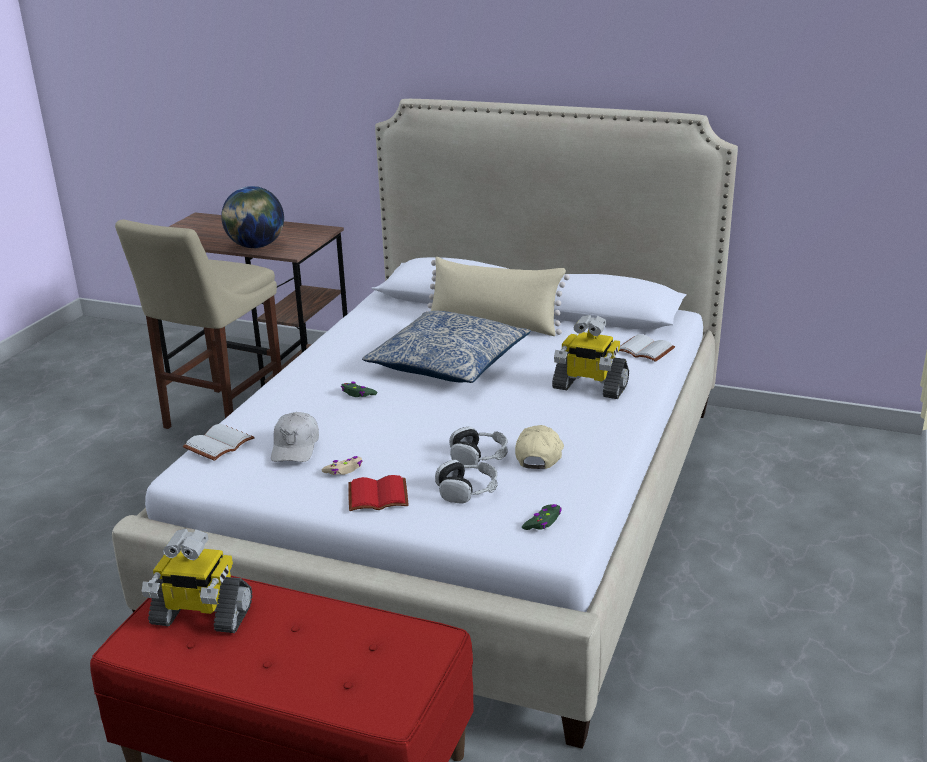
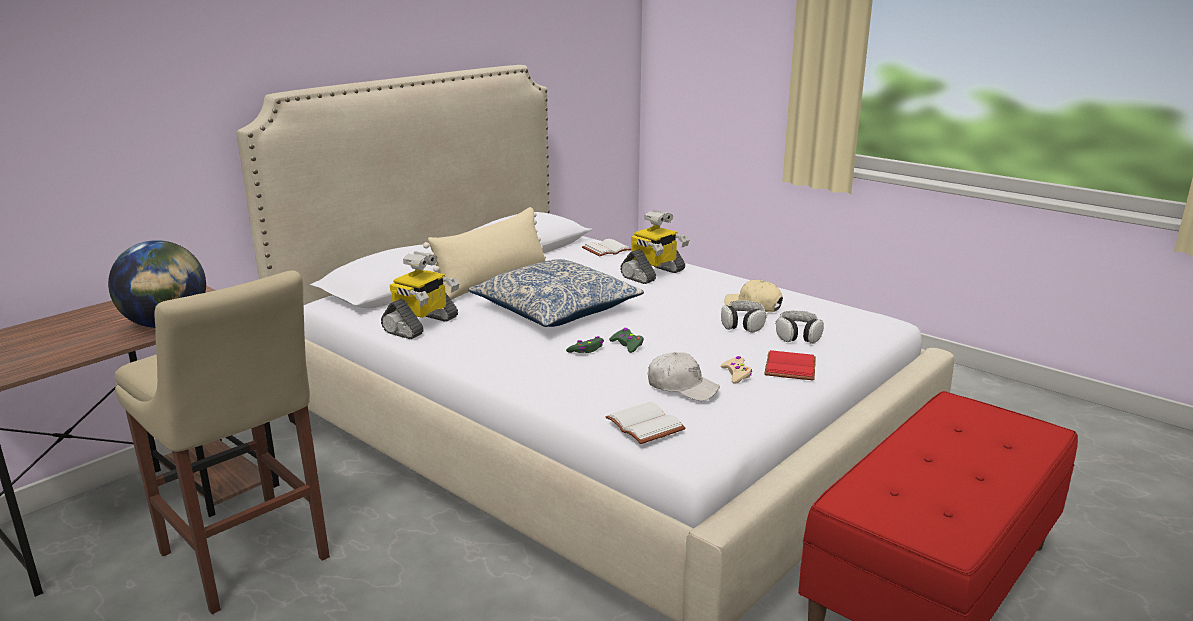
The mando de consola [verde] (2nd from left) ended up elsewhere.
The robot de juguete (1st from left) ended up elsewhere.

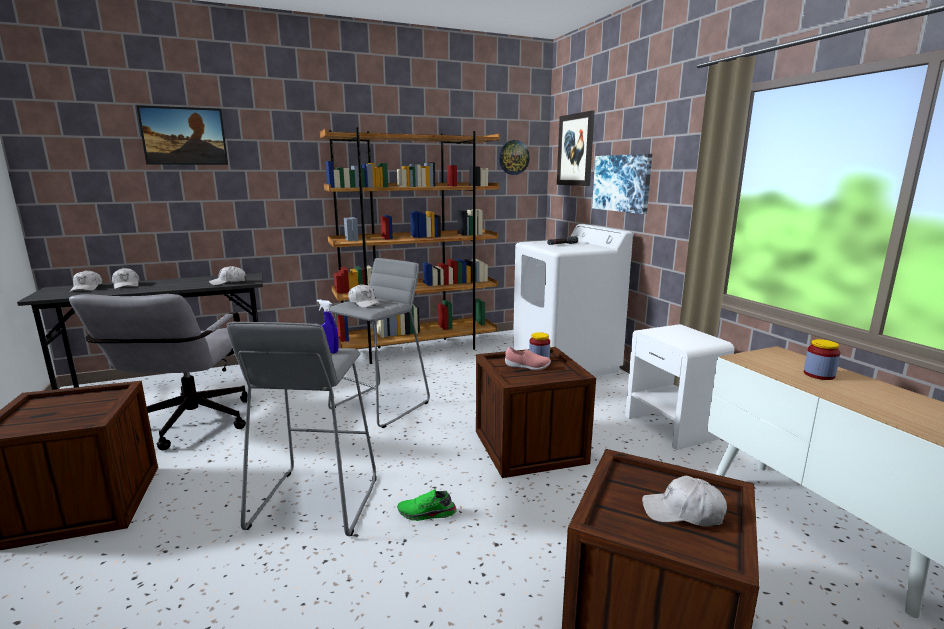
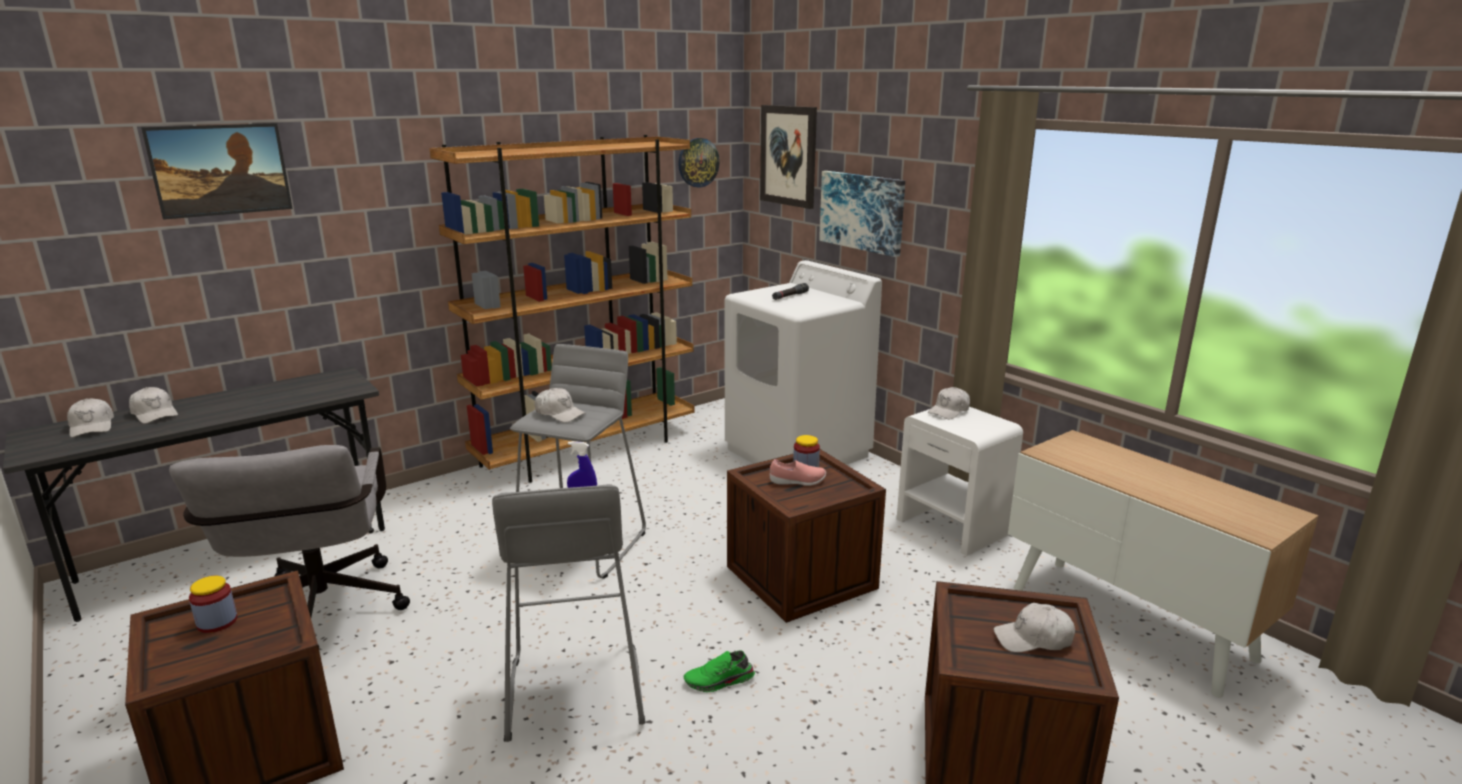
The gorra [blanco] (3rd from left in the first image) ended up elsewhere.
The tarro (2nd from left in the first image) ended up elsewhere.

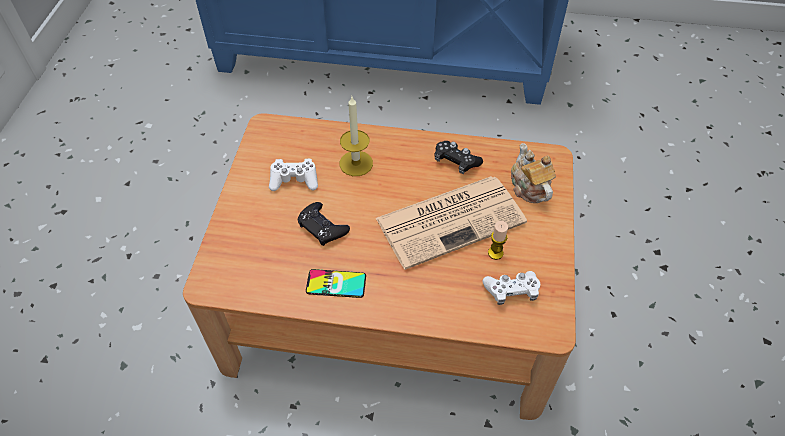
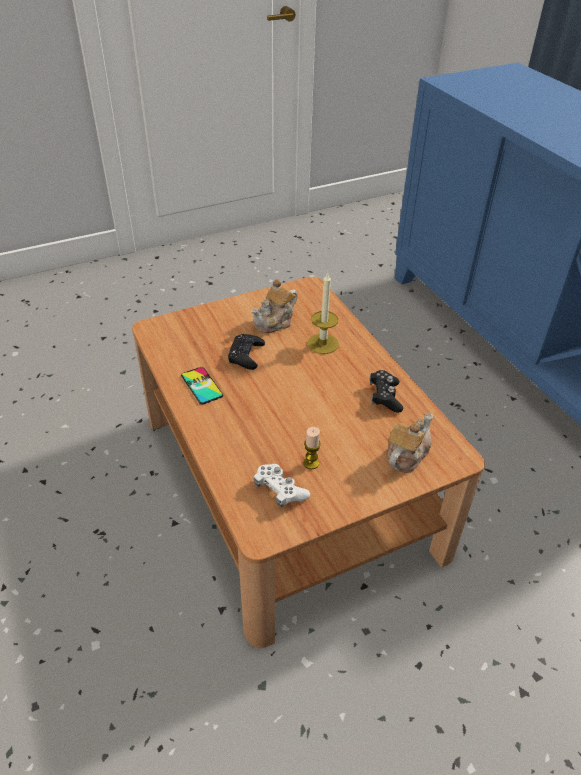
Where the mando de consola [blanco] (1st from left) stood, the tetera (1st from left) came to stand.
The second view lost the periódico.

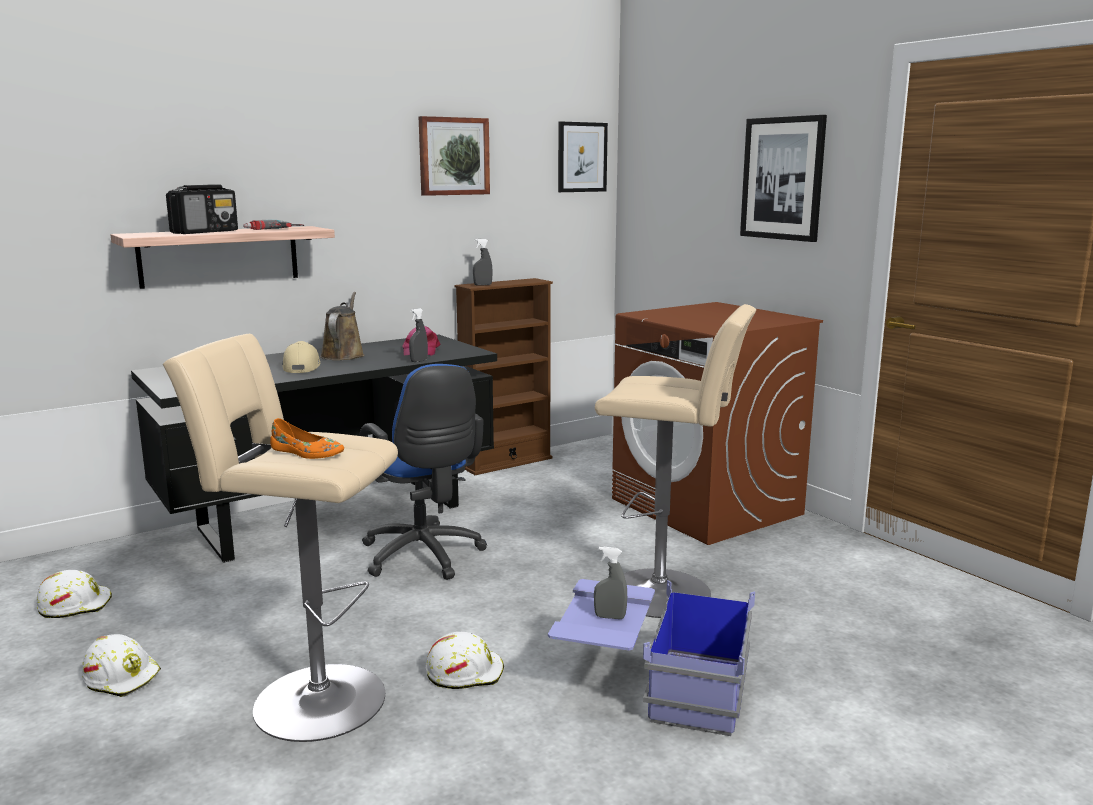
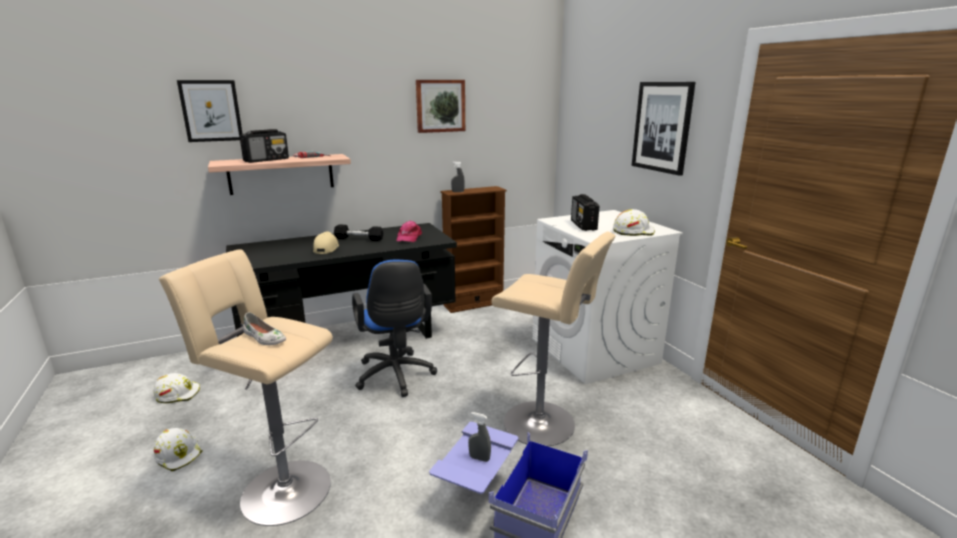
The cuadro (2nd from left in the first image) ended up elsewhere.
Where the regadera [marrón] stood, the mancuerna [negro] came to stand.
What was the lavadora [marrón] turned into the lavadora [blanco].
The second view lost the pulverizador [gris] (1st from left).
What was the zapato [naranja] turned into the zapato [blanco].
The casco [blanco] (3rd from left) ended up elsewhere.
The second view gained the radio (2nd from left).

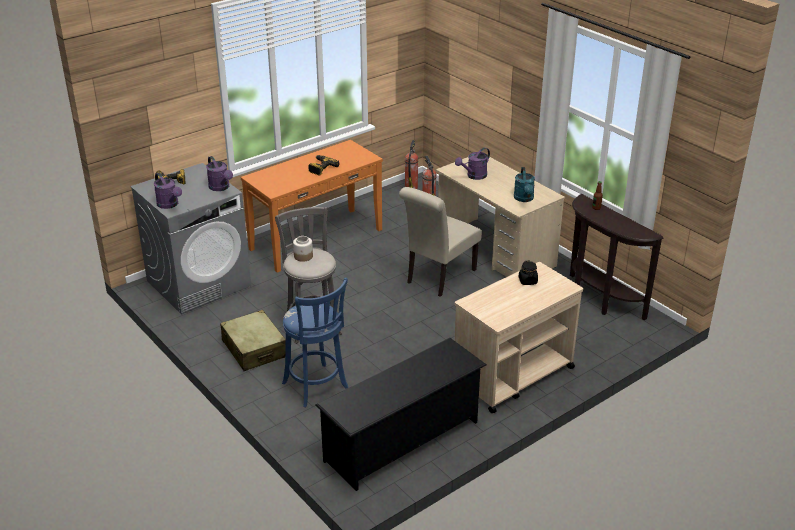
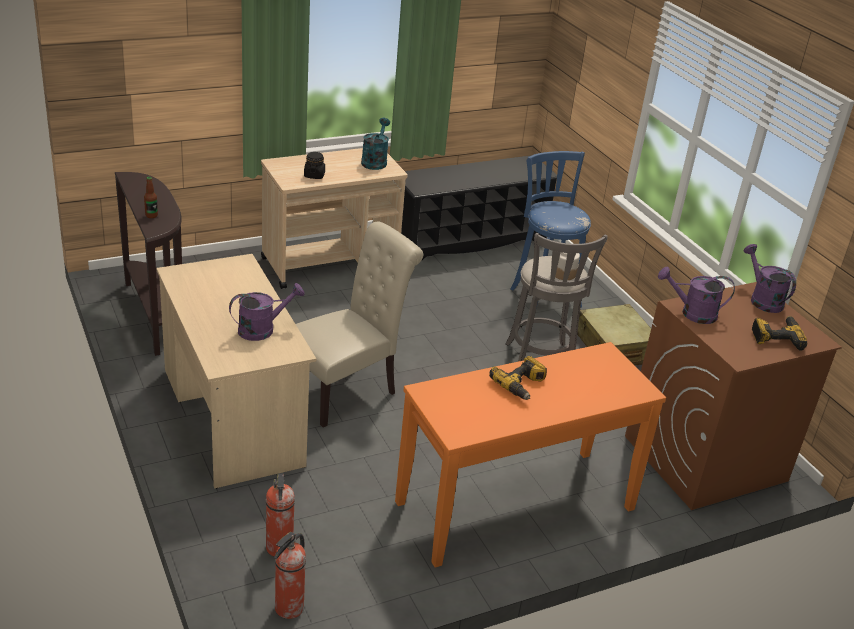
The regadera [morado] (2nd from left) ended up facing another way, 60 degrees counterclockwise from before.
What was the lavadora [gris] turned into the lavadora [marrón].
The regadera [turquesa] ended up elsewhere.

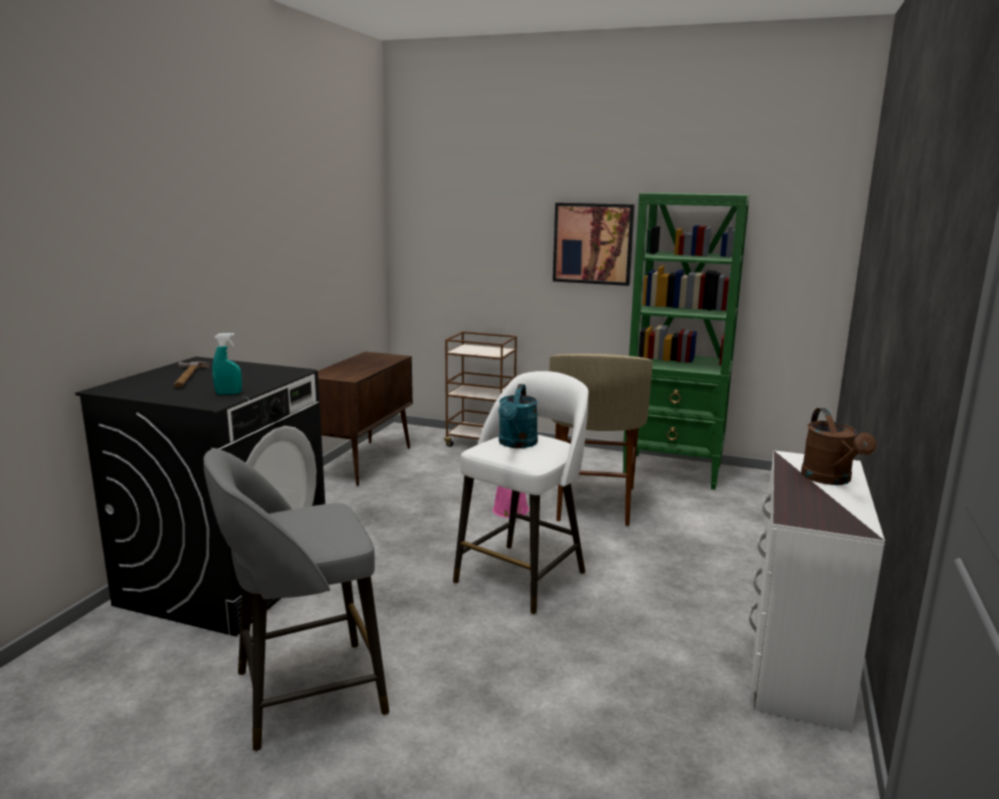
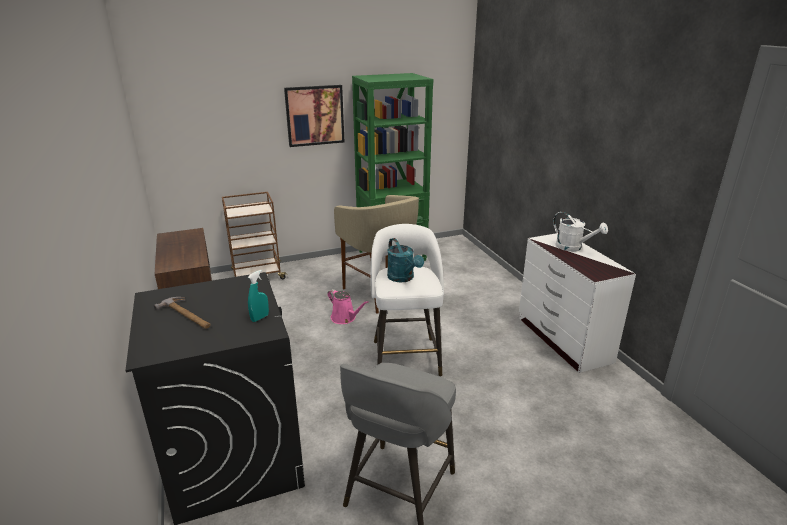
What was the regadera [marrón] turned into the regadera [blanco].

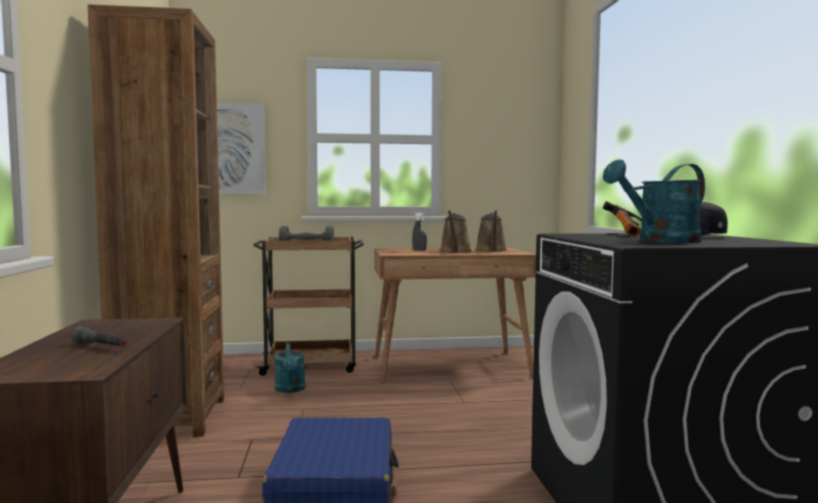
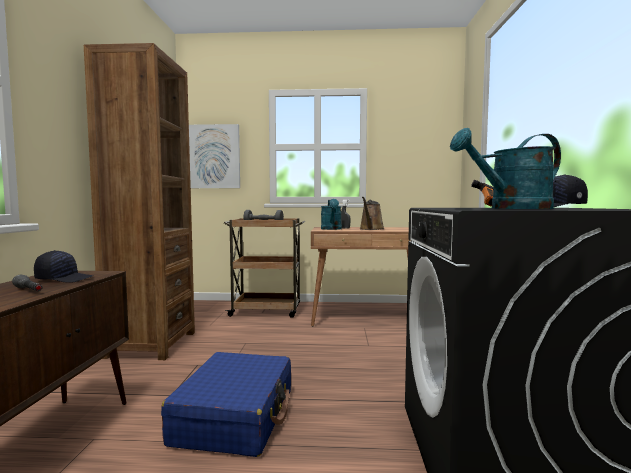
The second view lost the regadera [marrón] (2nd from left).
The regadera [turquesa] (1st from left) ended up elsewhere.
The second view gained the gorra [negro] (1st from left).

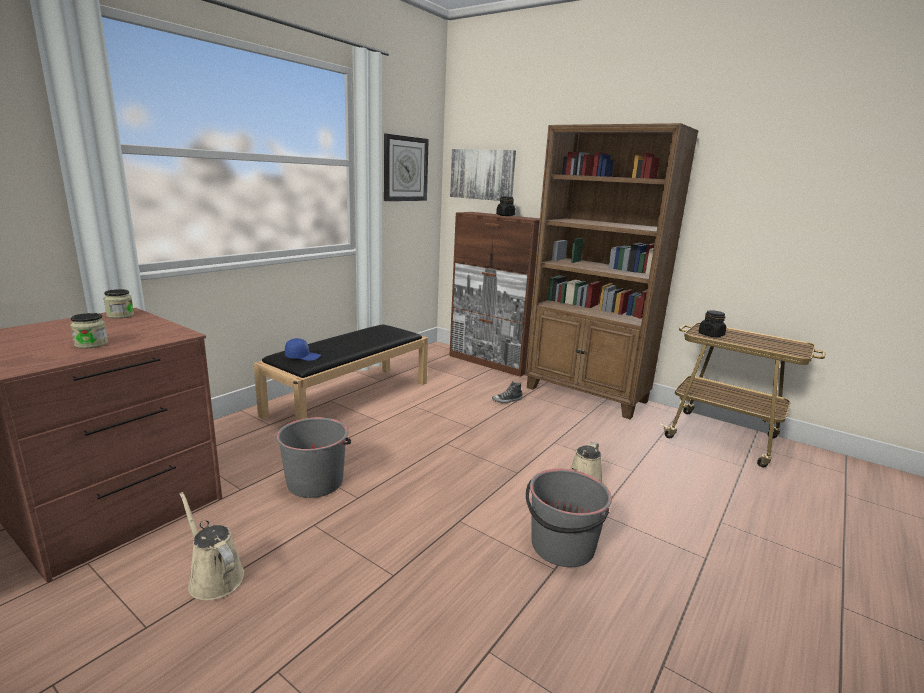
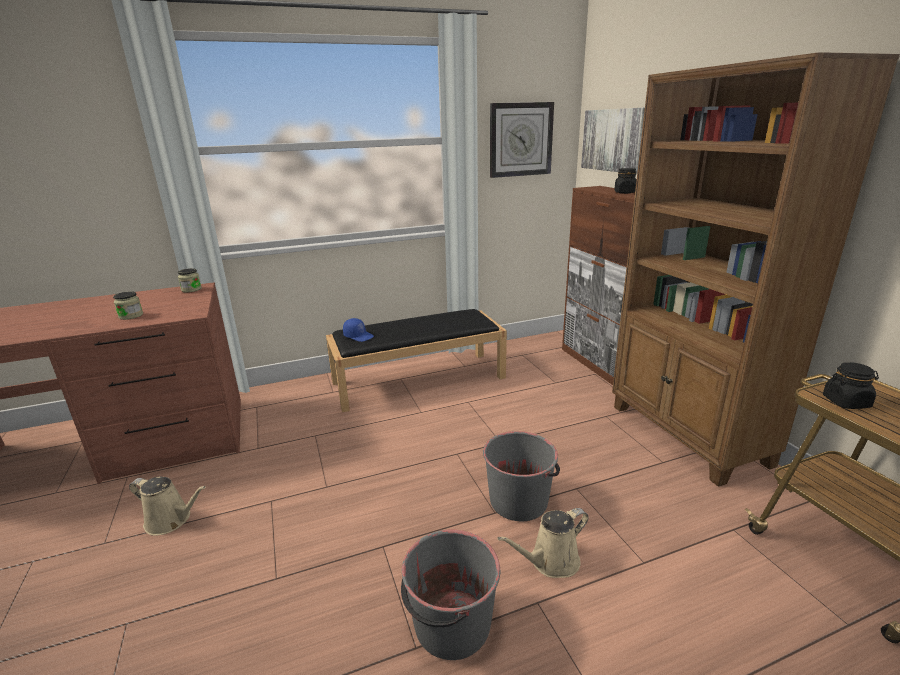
The second view lost the zapato.
The cubo [gris] (1st from left in the first image) ended up elsewhere.
The regadera [beis] (1st from left) ended up facing another way, 120 degrees clockwise from before.

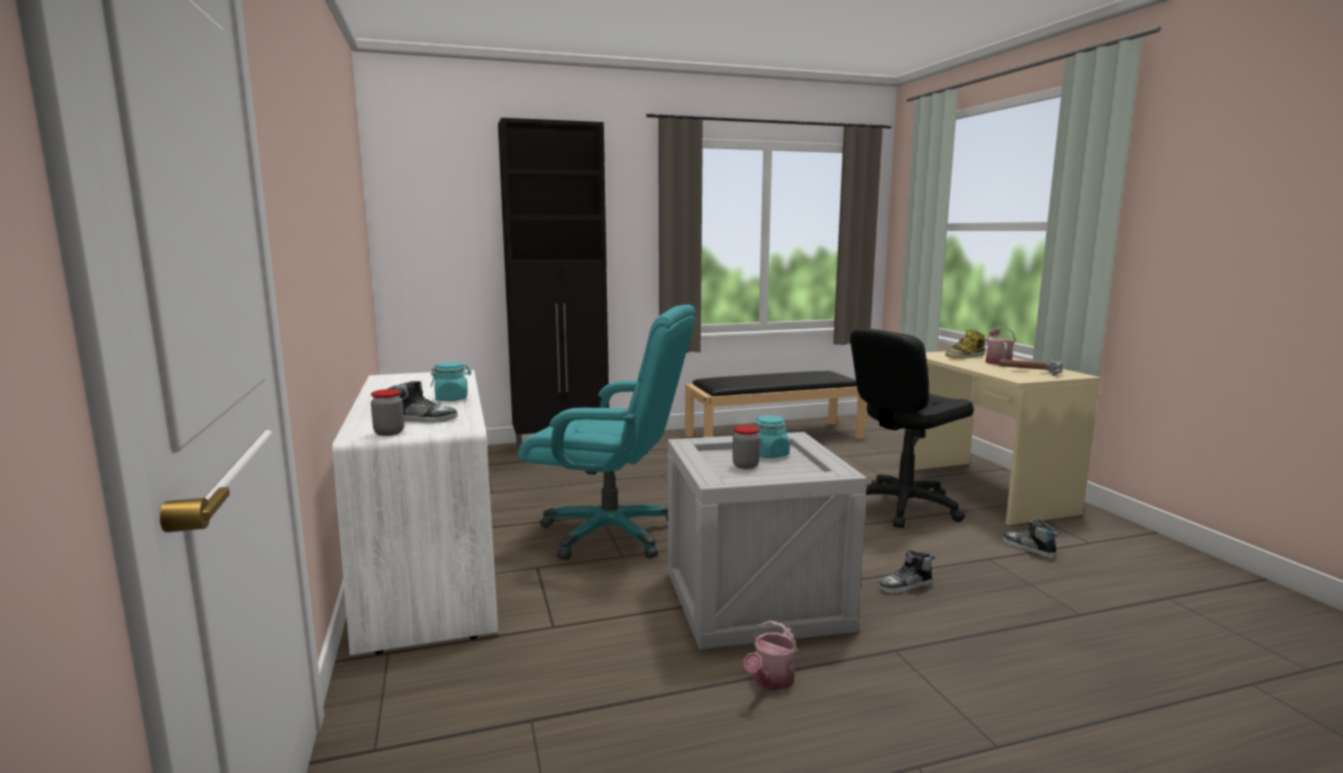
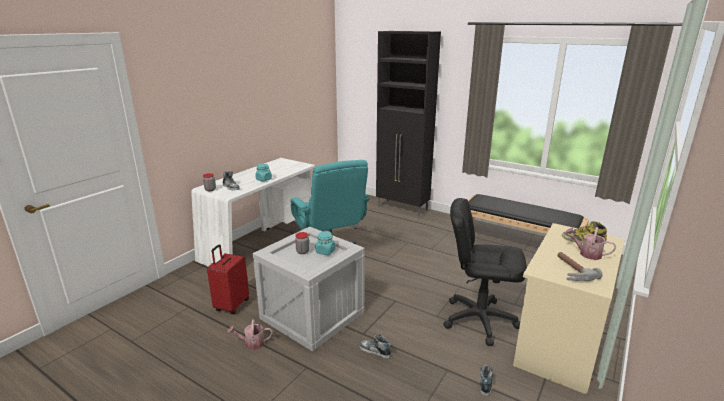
The regadera (2nd from left) ended up facing another way, 120 degrees counterclockwise from before.
The second view gained the maleta [rojo].

